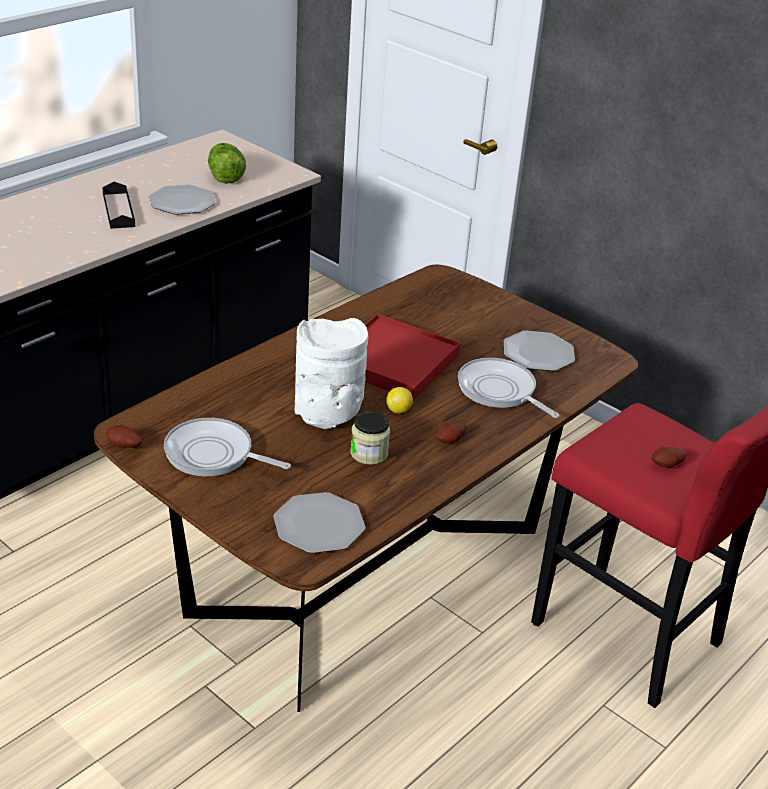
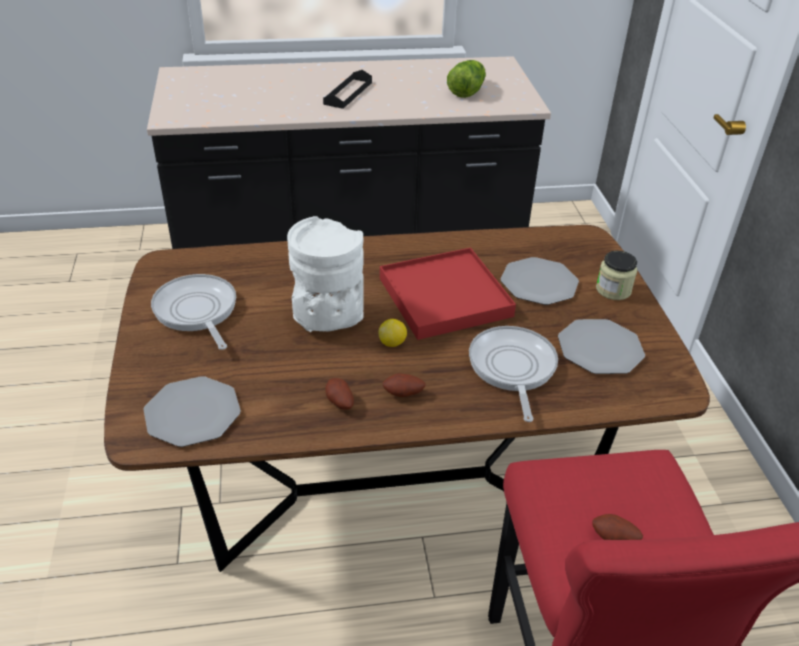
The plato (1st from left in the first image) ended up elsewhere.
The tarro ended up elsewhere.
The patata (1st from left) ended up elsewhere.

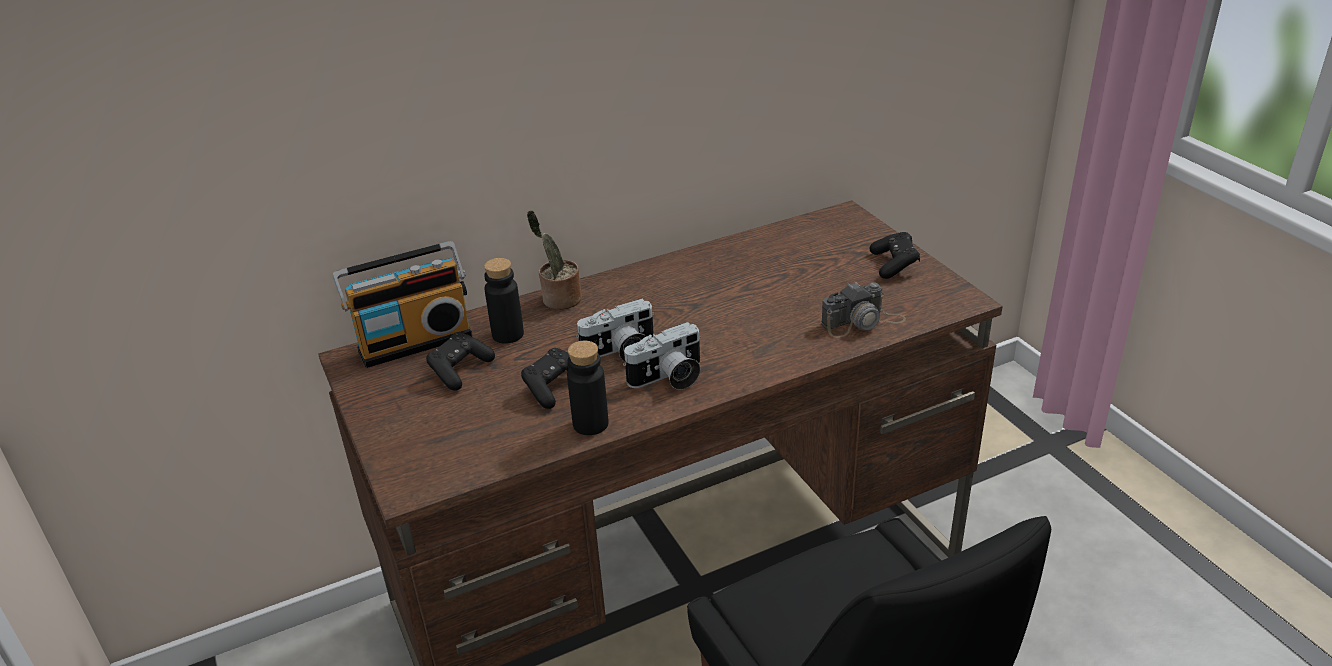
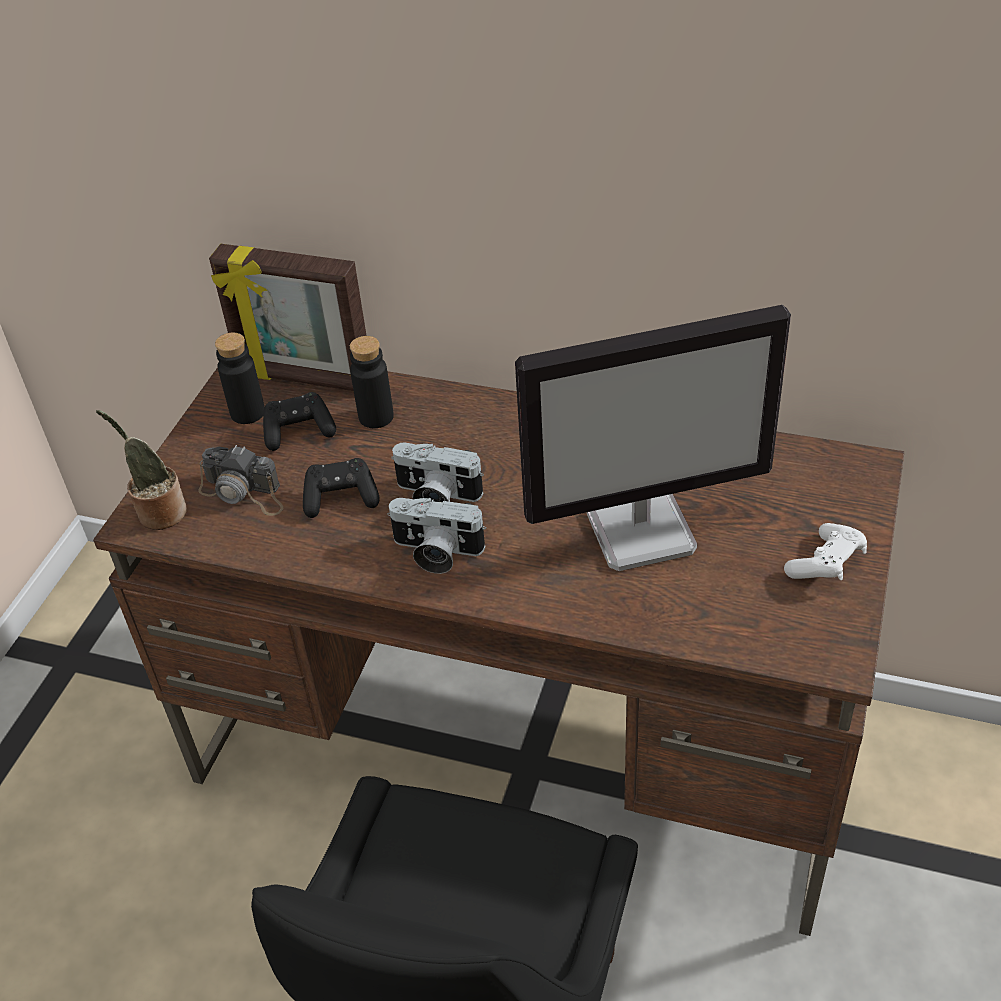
The planta en maceta ended up elsewhere.
What was the mando de consola [negro] (3rd from left) turned into the mando de consola [blanco].
Where the radio stood, the portarretratos came to stand.
The cámara (3rd from left in the first image) ended up elsewhere.
The botella [negro] (2nd from left in the first image) ended up elsewhere.
The second view gained the monitor.

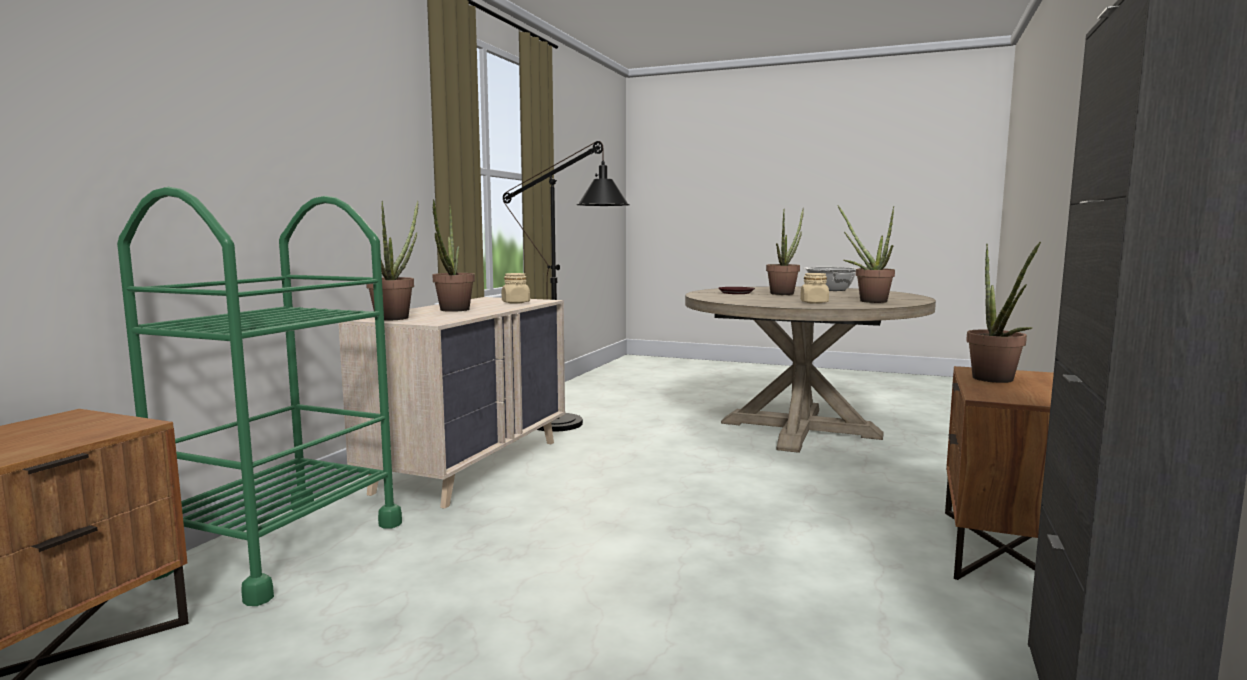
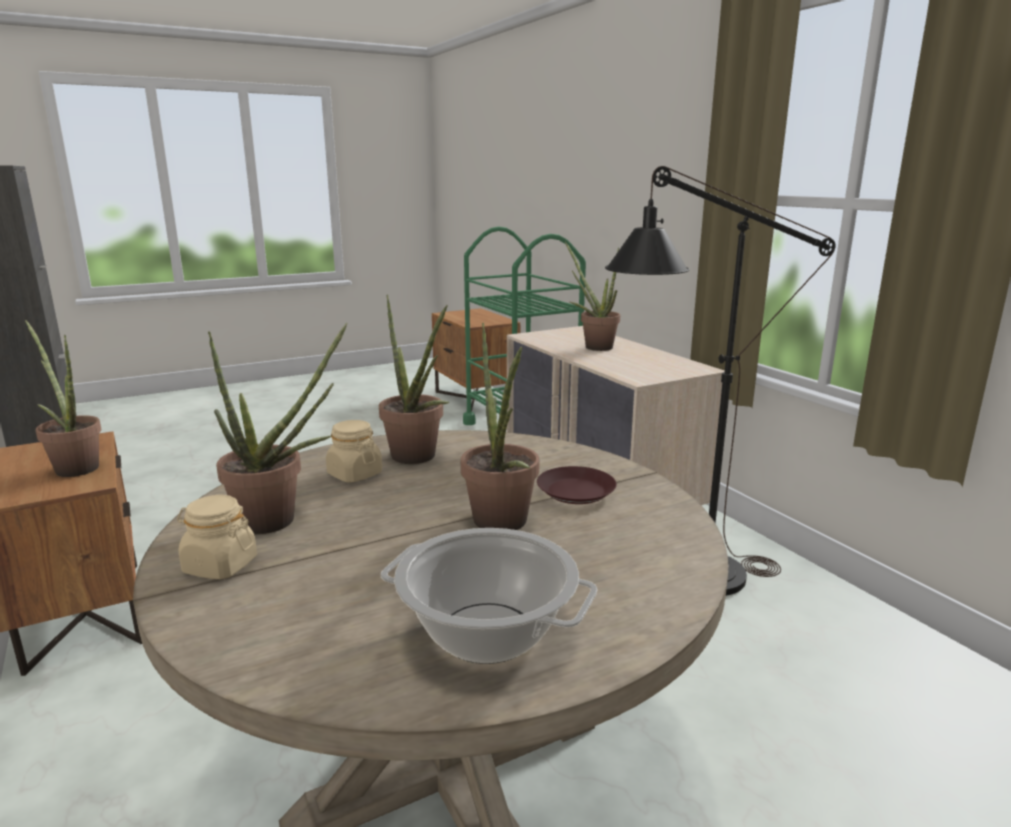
The planta en maceta (1st from left in the first image) ended up elsewhere.
The tarro [beis] (1st from left) ended up elsewhere.

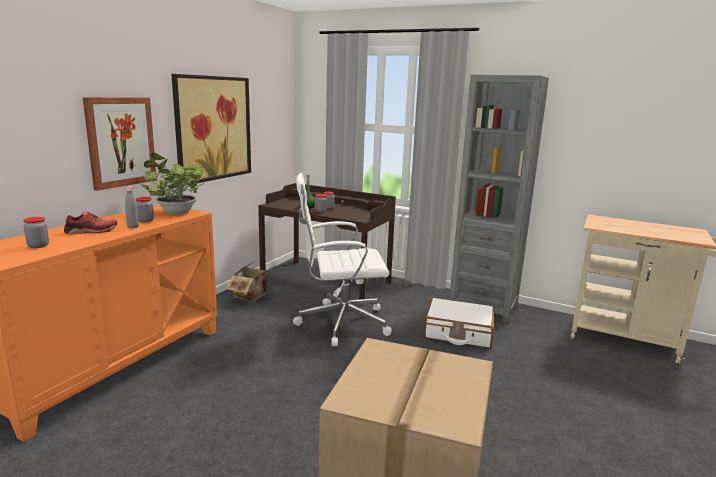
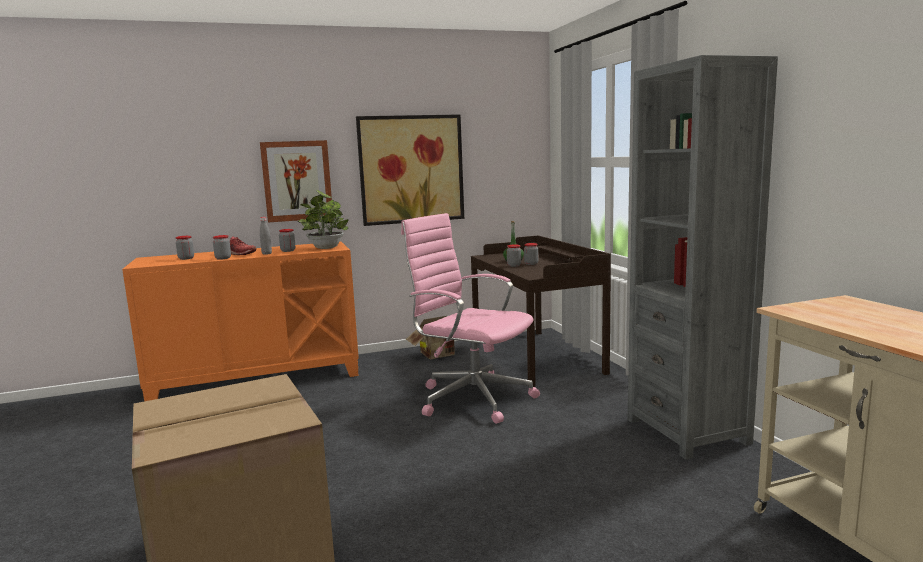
What was the silla de oficina [blanco] turned into the silla de oficina [rosa].
The second view lost the maleta [blanco].
The second view gained the tarro (2nd from left).

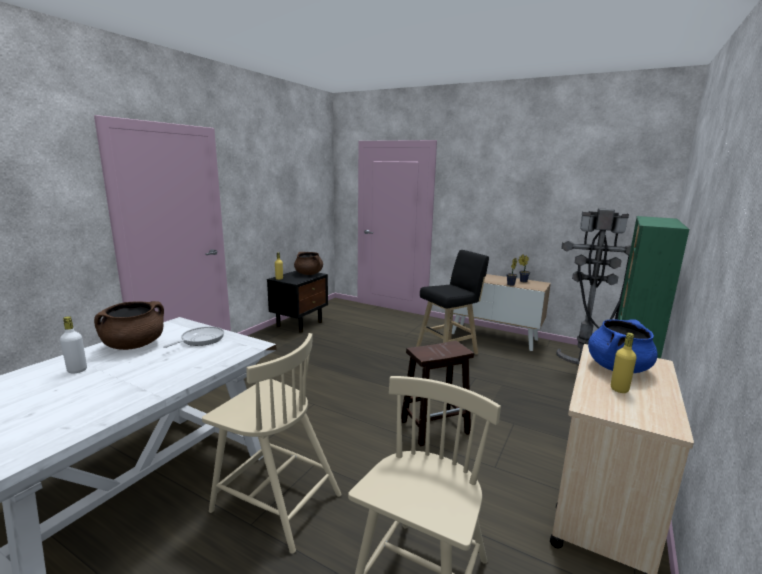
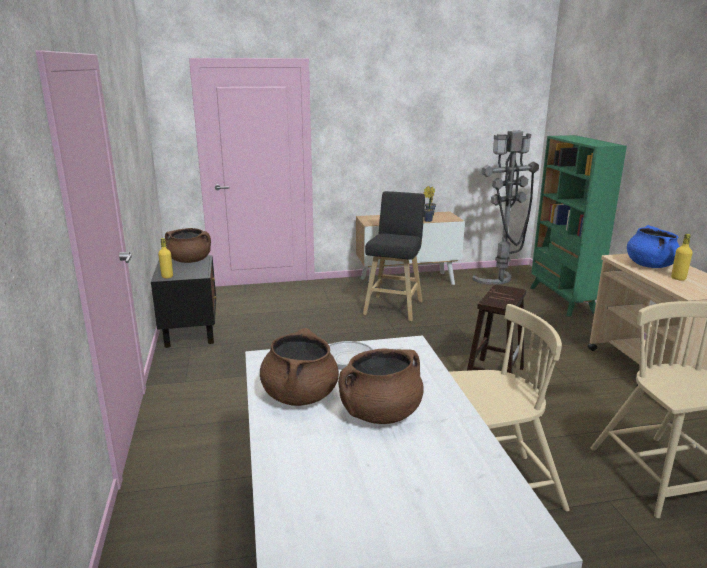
The second view lost the botella [blanco].
The second view gained the olla [marrón] (3rd from left).

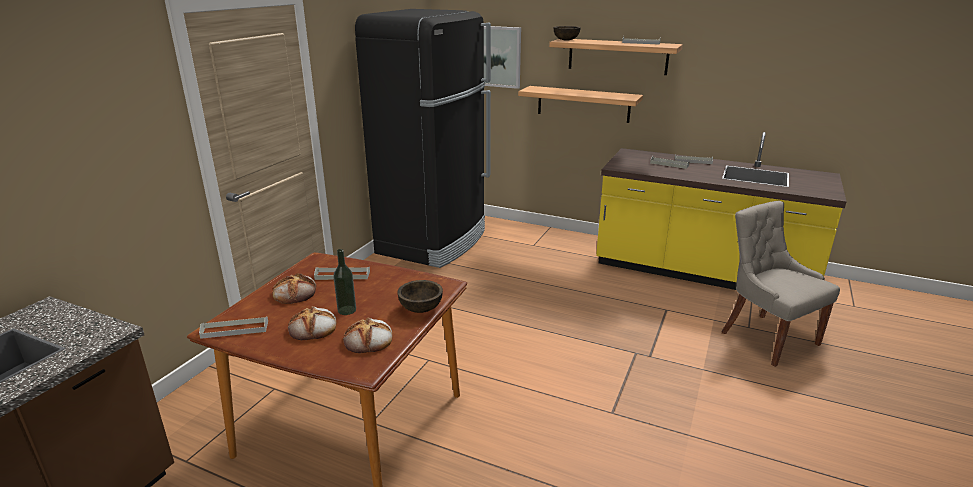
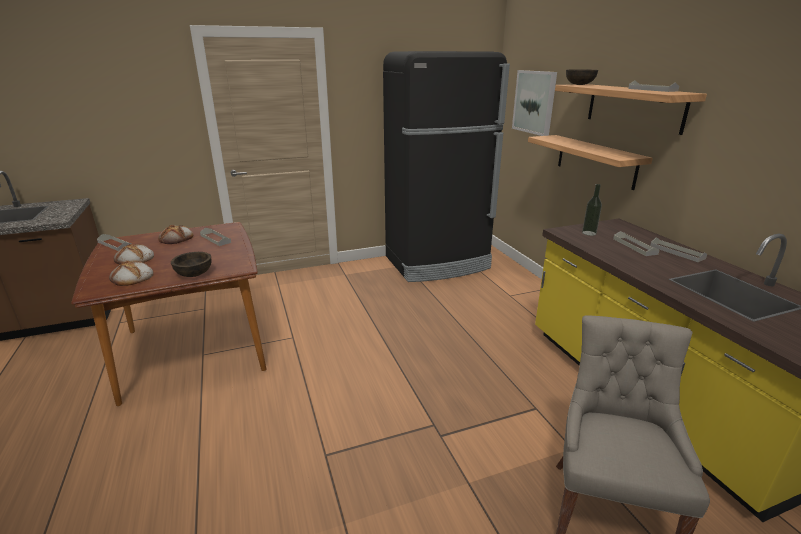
The botella ended up elsewhere.

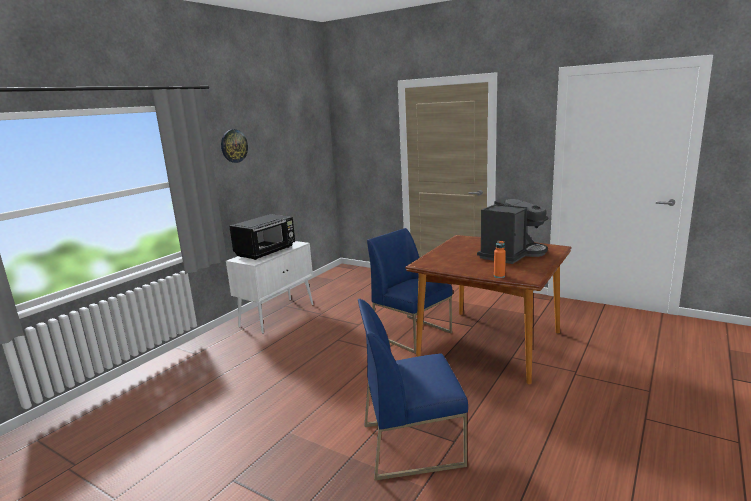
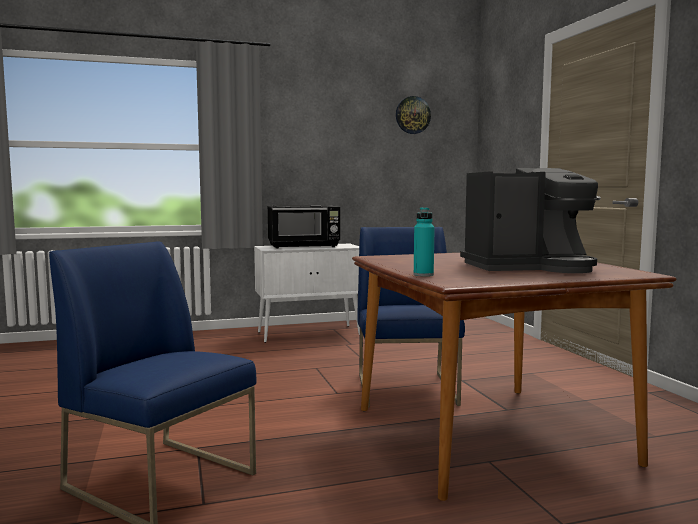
The reloj de pared ended up elsewhere.
What was the botella [naranja] turned into the botella [turquesa].

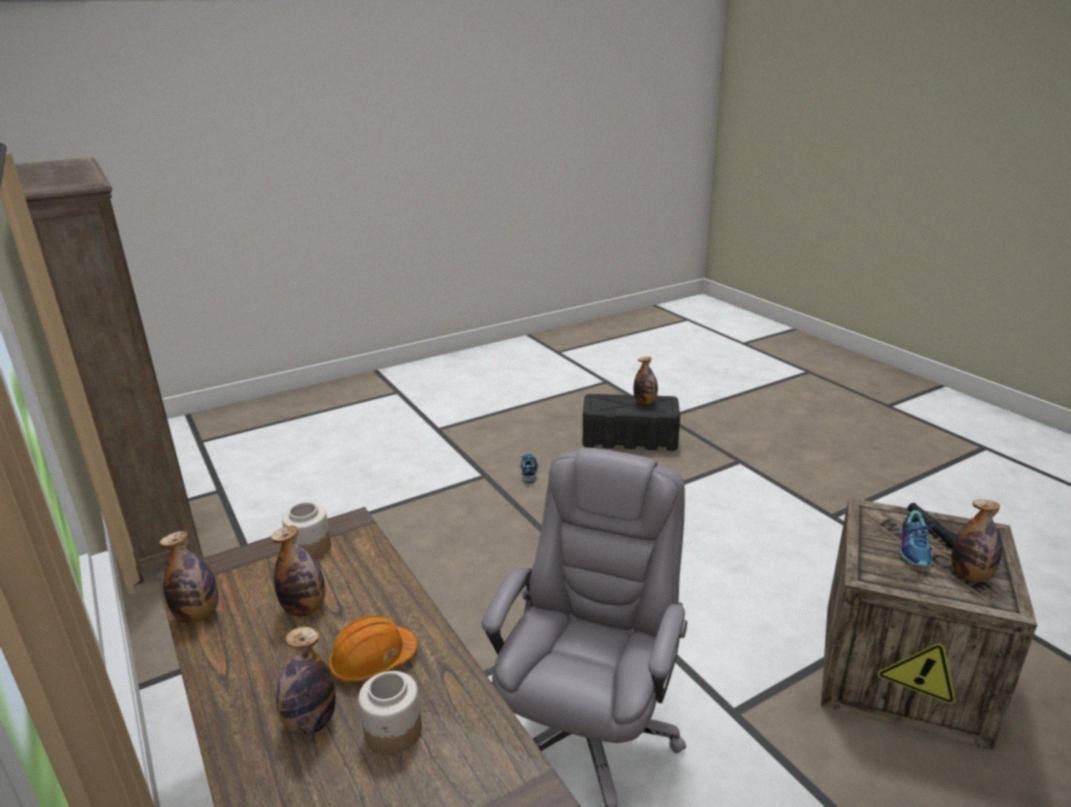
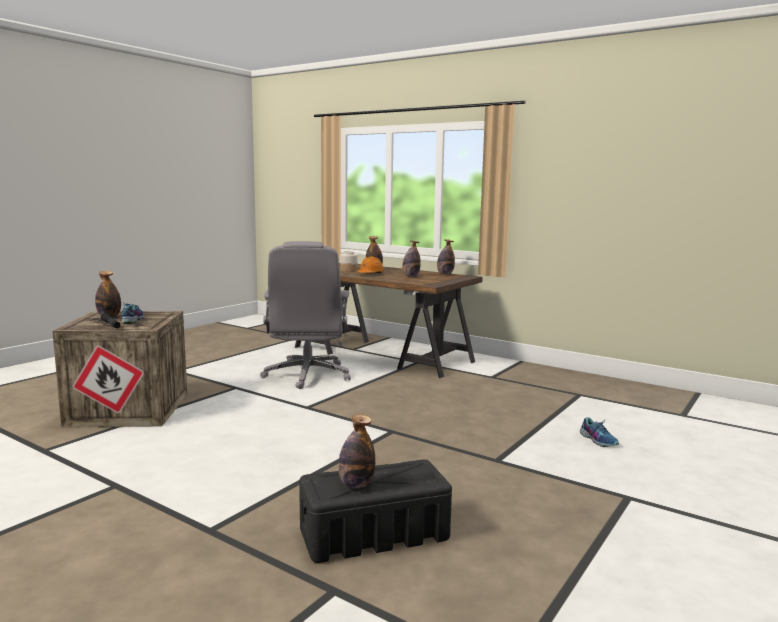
The second view lost the estantería [marrón].
The zapato (1st from left in the first image) ended up elsewhere.
The second view lost the tarro (1st from left).

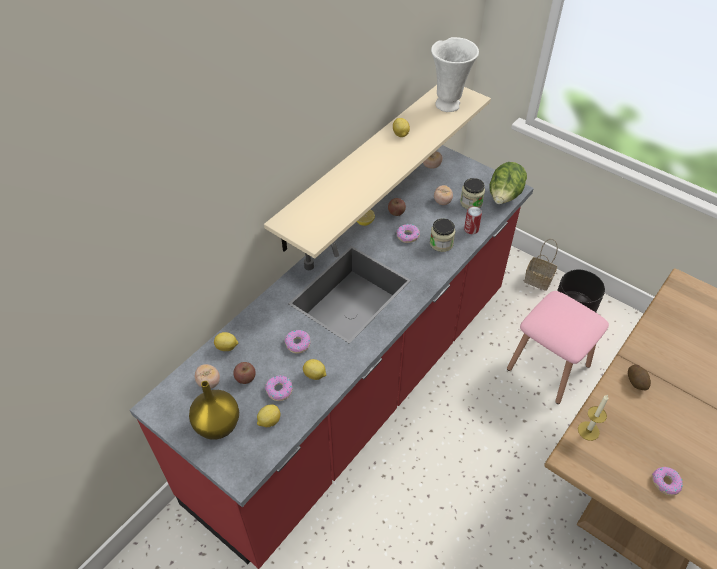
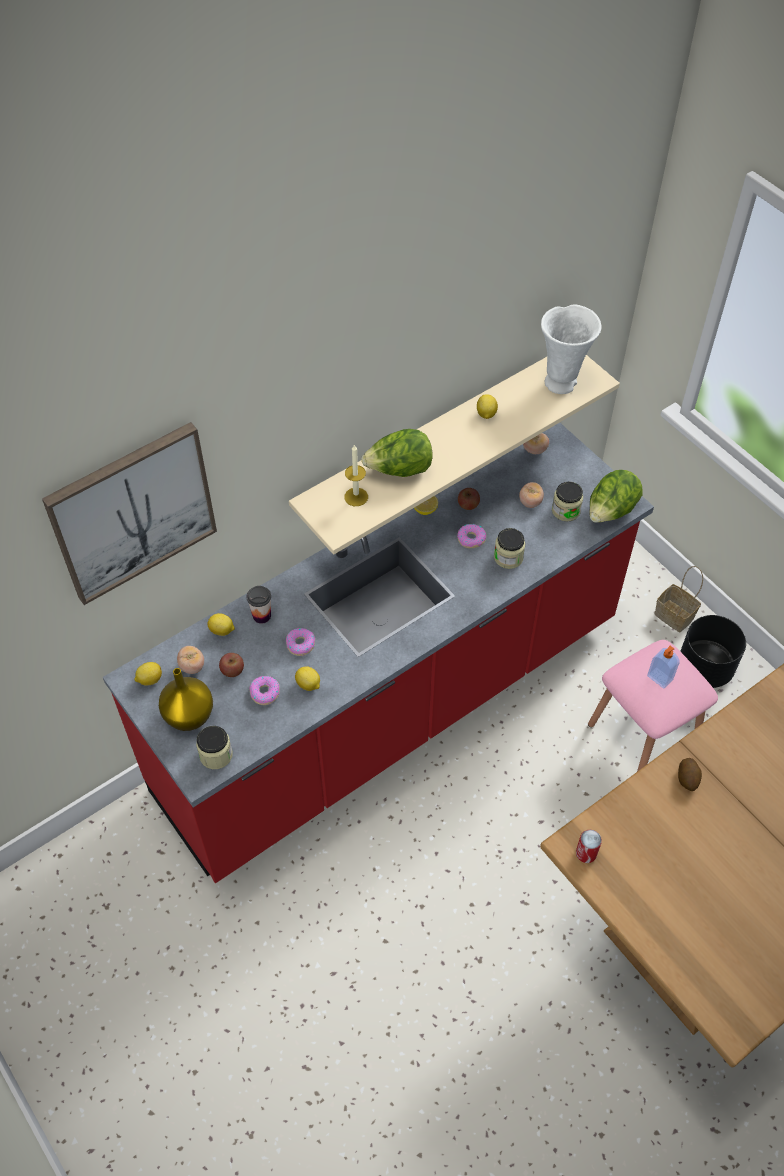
The lata ended up elsewhere.
The vela ended up elsewhere.
The limón (2nd from left in the first image) ended up elsewhere.
The second view lost the rosquilla (4th from left).
The second view gained the cuadro.
The second view gained the lechuga (1st from left).
The second view gained the taza.
The second view gained the dispensador de jabón.
The second view gained the tarro (1st from left).

